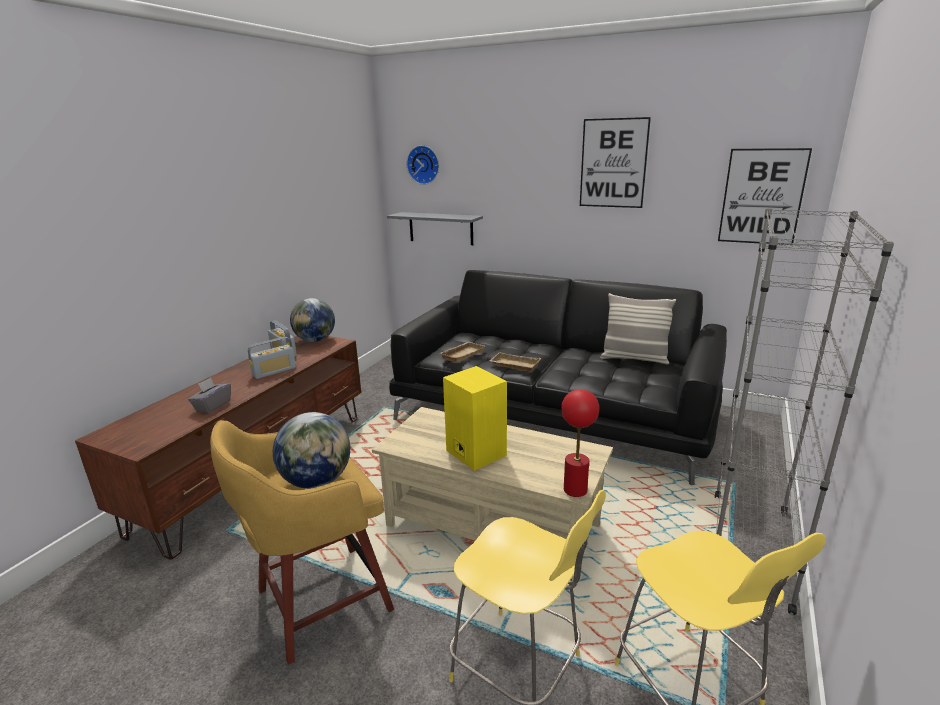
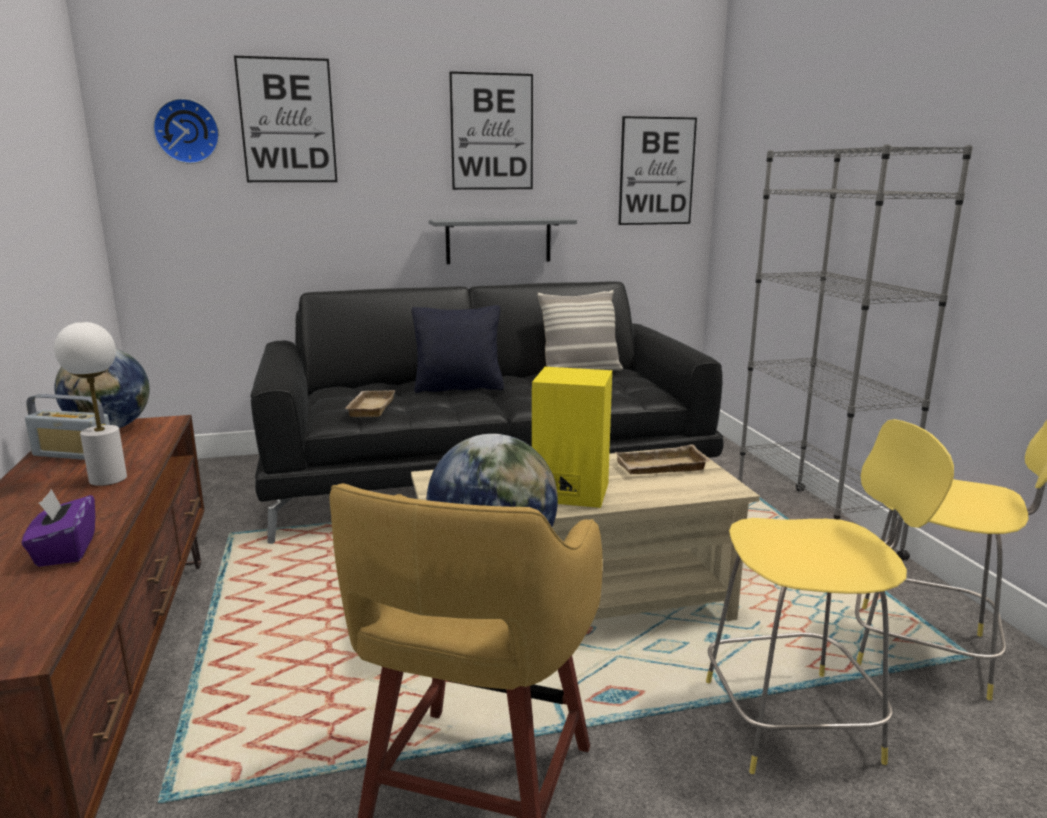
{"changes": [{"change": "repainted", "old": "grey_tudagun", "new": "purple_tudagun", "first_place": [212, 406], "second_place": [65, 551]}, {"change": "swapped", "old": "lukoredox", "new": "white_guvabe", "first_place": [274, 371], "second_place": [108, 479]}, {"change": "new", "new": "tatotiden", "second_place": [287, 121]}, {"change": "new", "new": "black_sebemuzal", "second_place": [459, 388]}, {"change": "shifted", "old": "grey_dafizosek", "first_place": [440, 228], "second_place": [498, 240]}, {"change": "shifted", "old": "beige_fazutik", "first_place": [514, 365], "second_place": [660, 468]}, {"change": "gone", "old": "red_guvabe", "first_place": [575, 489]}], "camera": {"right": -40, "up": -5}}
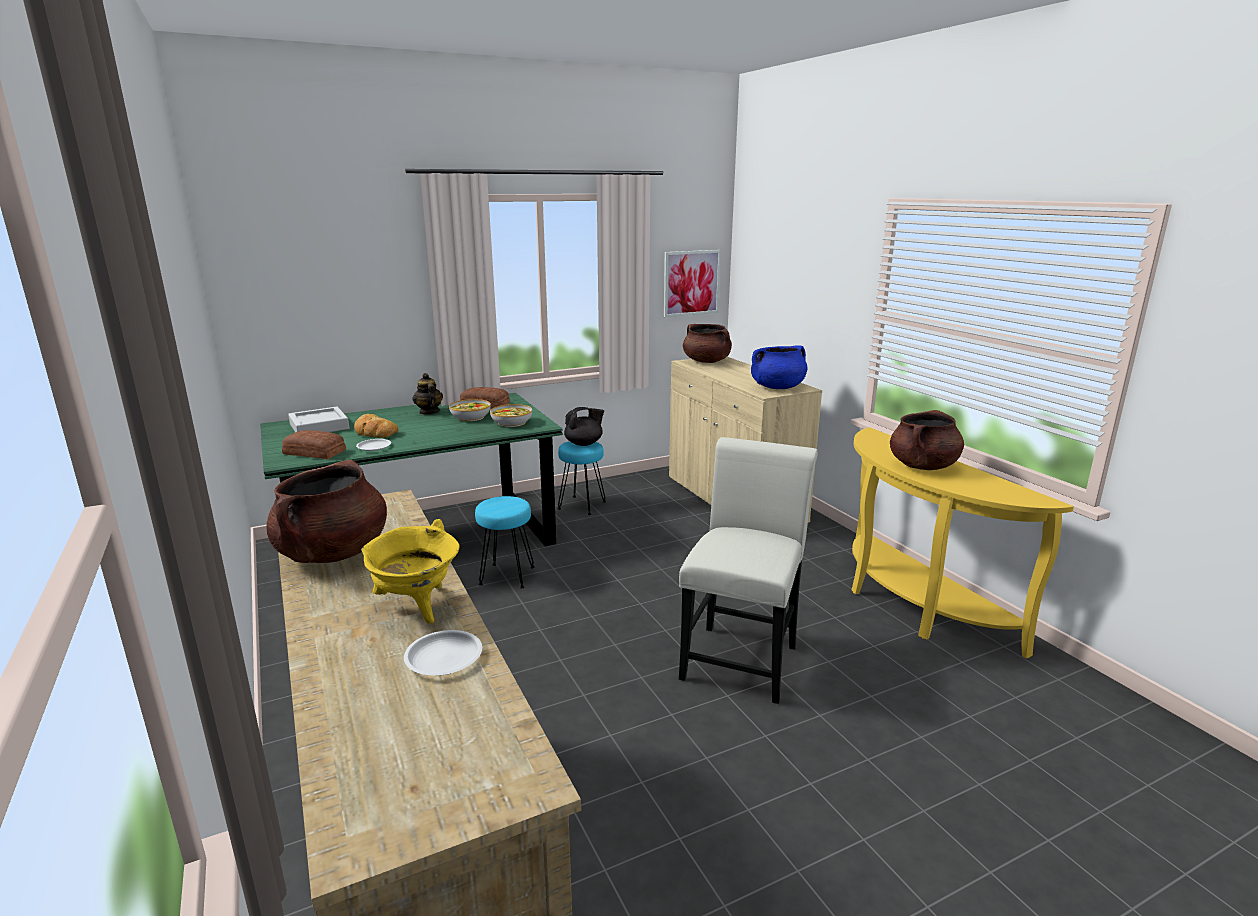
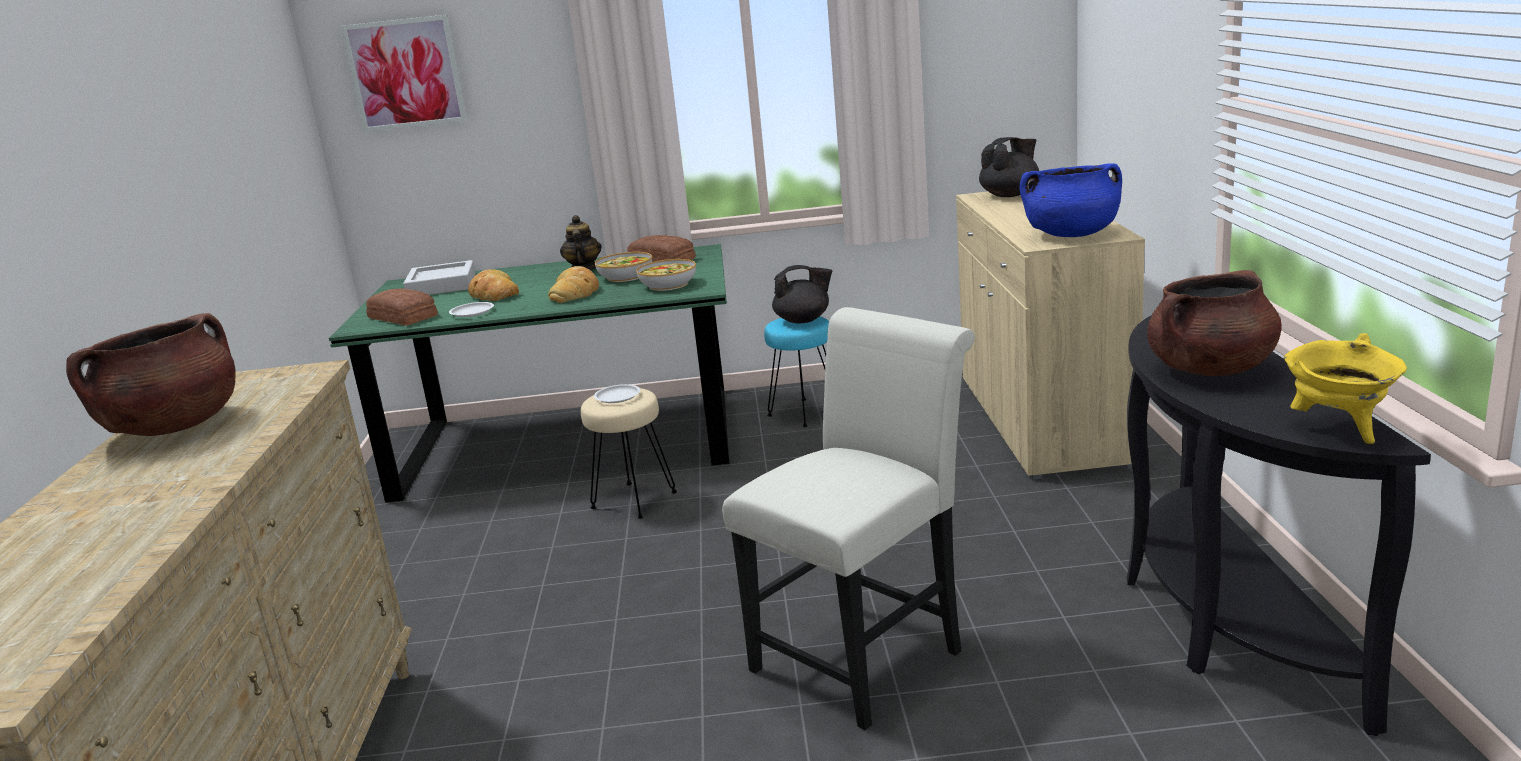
{"changes": [{"change": "shifted", "old": "tatotiden", "first_place": [691, 283], "second_place": [405, 73]}, {"change": "new", "new": "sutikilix", "second_place": [575, 292]}, {"change": "repainted", "old": "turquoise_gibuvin", "new": "beige_gibuvin", "first_place": [507, 576], "second_place": [633, 501]}, {"change": "shifted", "old": "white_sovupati", "first_place": [443, 657], "second_place": [617, 397]}, {"change": "swapped", "old": "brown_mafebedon", "new": "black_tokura", "first_place": [707, 361], "second_place": [1010, 195]}, {"change": "repainted", "old": "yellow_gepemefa", "new": "black_gepemefa", "first_place": [911, 605], "second_place": [1218, 615]}, {"change": "shifted", "old": "yellow_mafebedon", "first_place": [416, 606], "second_place": [1339, 429]}], "camera": {"right": 25, "up": 0}}
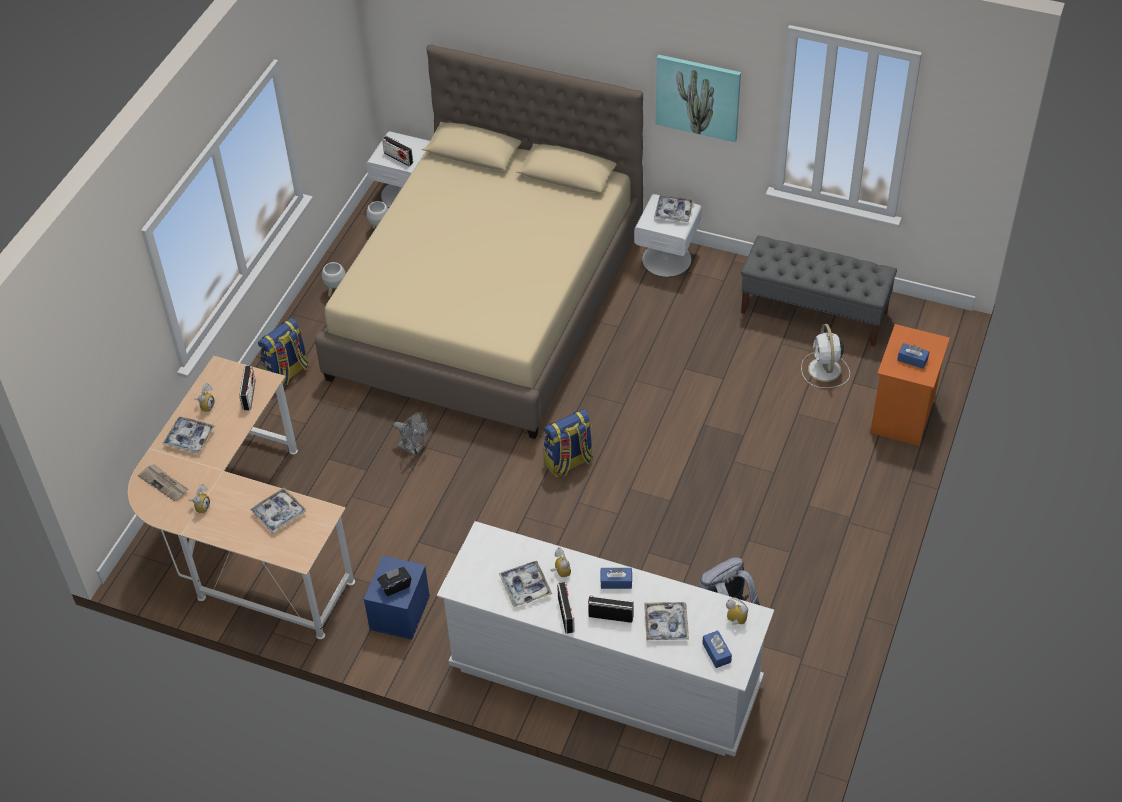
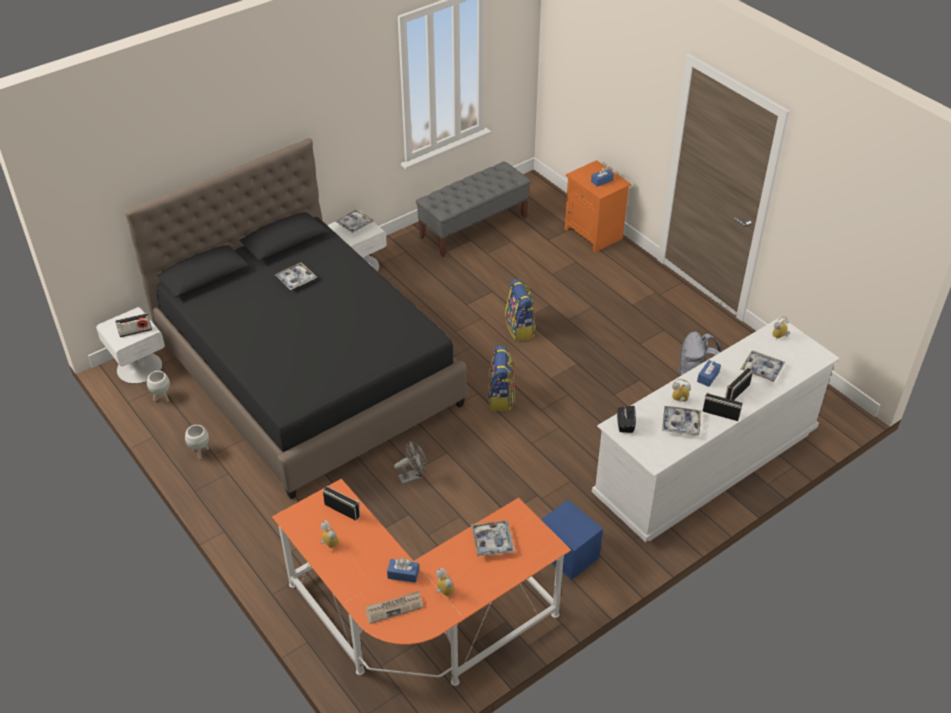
{"changes": [{"change": "repainted", "old": "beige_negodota", "new": "black_negodota", "first_place": [488, 305], "second_place": [308, 372]}, {"change": "repainted", "old": "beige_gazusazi", "new": "orange_gazusazi", "first_place": [245, 541], "second_place": [418, 625]}, {"change": "shifted", "old": "fazutik", "first_place": [189, 438], "second_place": [296, 279]}, {"change": "shifted", "old": "blue_tudagun", "first_place": [716, 653], "second_place": [403, 574]}, {"change": "shifted", "old": "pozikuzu", "first_place": [287, 373], "second_place": [520, 329]}, {"change": "shifted", "old": "black_tudagun", "first_place": [395, 586], "second_place": [625, 425]}, {"change": "gone", "old": "tatotiden", "first_place": [698, 97]}, {"change": "gone", "old": "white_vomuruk", "first_place": [824, 371]}], "camera": {"right": -60, "up": -5}}
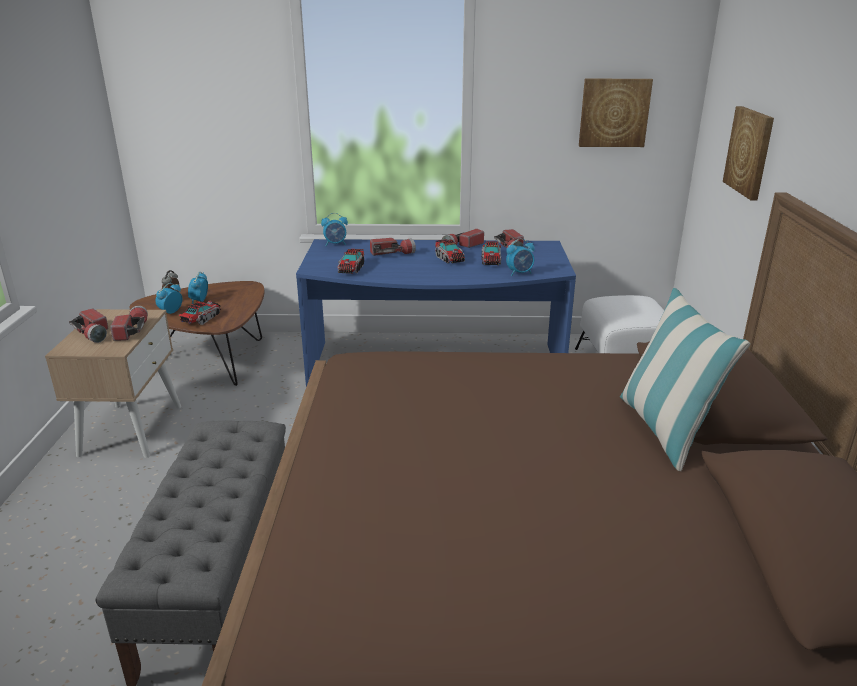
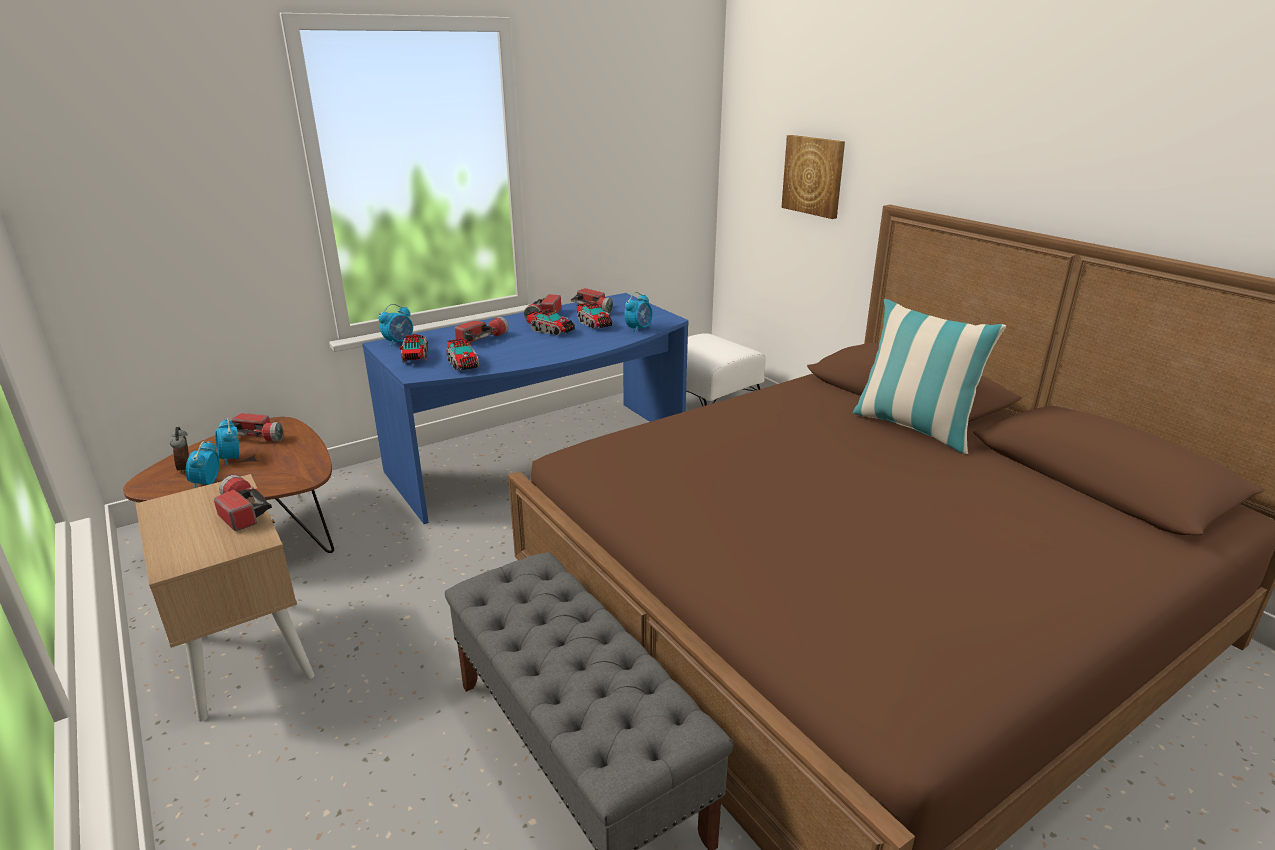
{"changes": [{"change": "shifted", "old": "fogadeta", "first_place": [93, 333], "second_place": [259, 436]}, {"change": "shifted", "old": "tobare", "first_place": [202, 319], "second_place": [415, 357]}, {"change": "gone", "old": "tatotiden", "first_place": [614, 112]}], "camera": {"right": -35, "up": 0}}
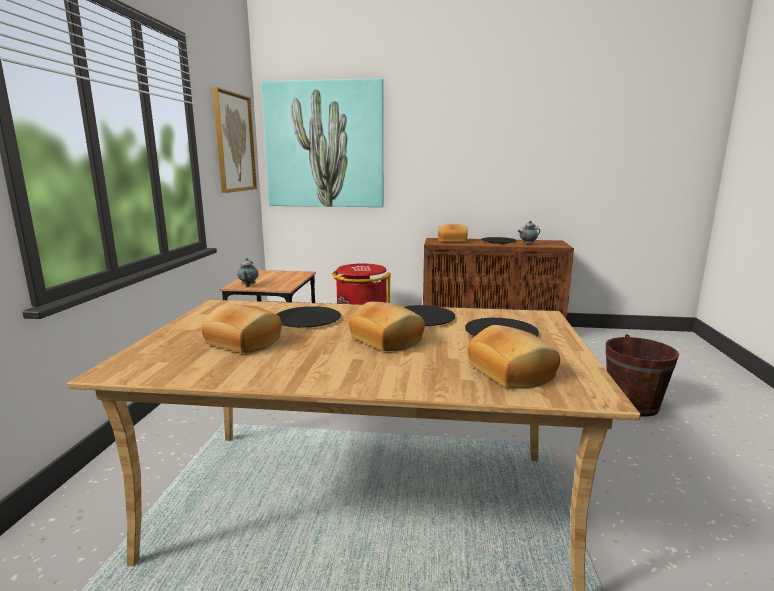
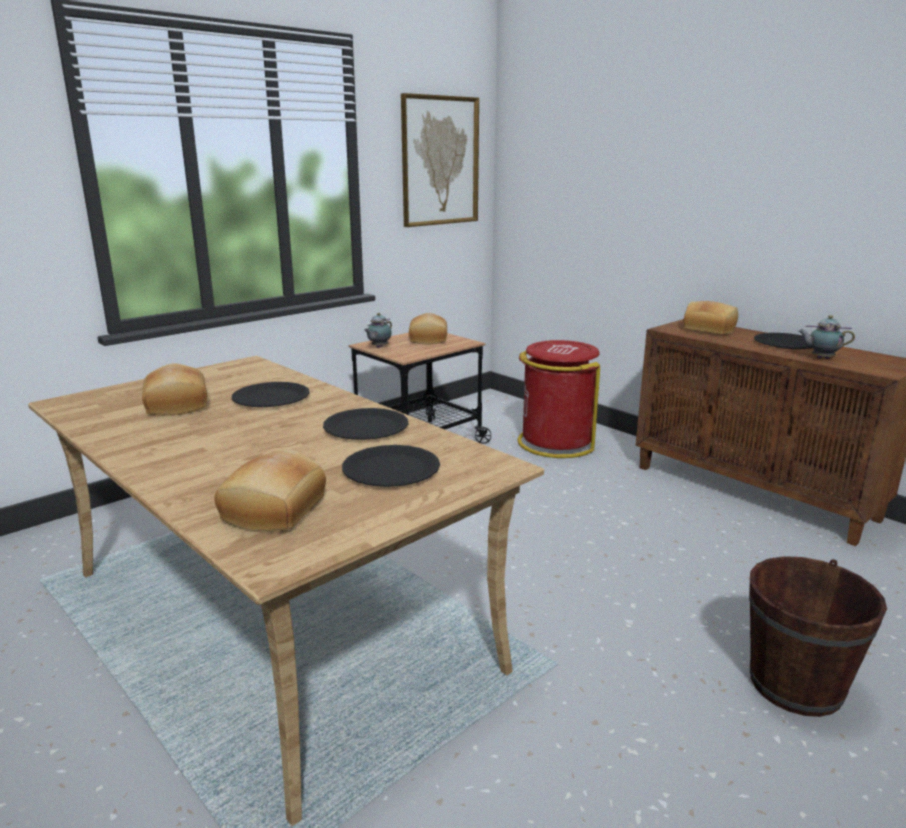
{"changes": [{"change": "shifted", "old": "sutikilix", "first_place": [388, 339], "second_place": [429, 339]}, {"change": "gone", "old": "tatotiden", "first_place": [324, 145]}], "camera": {"right": 40, "up": 5}}
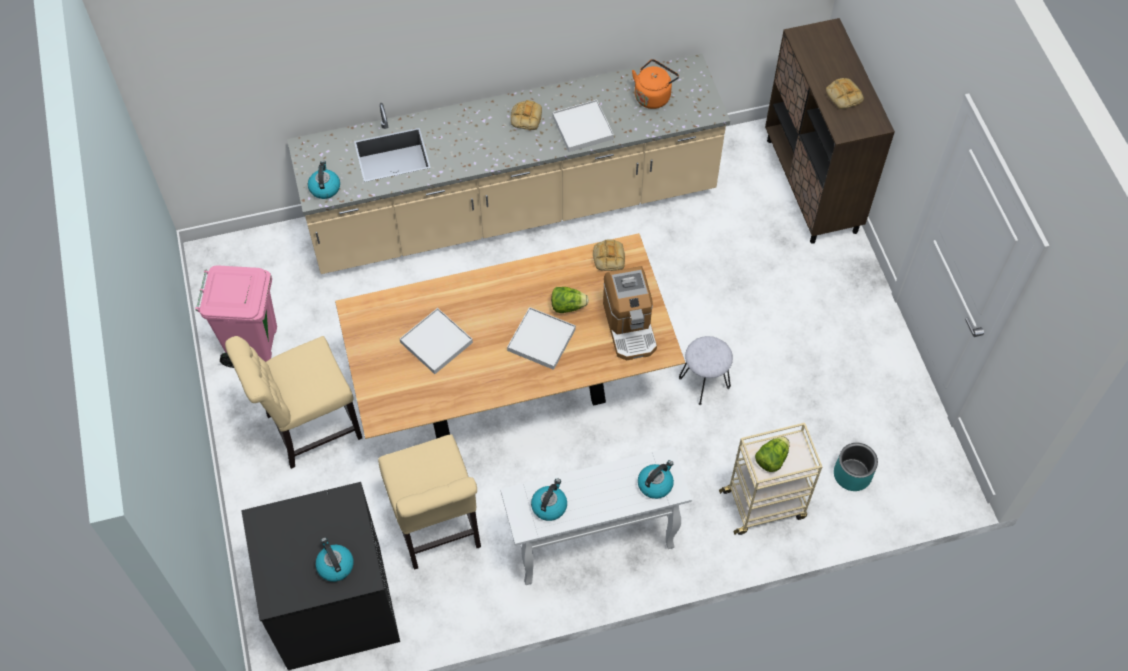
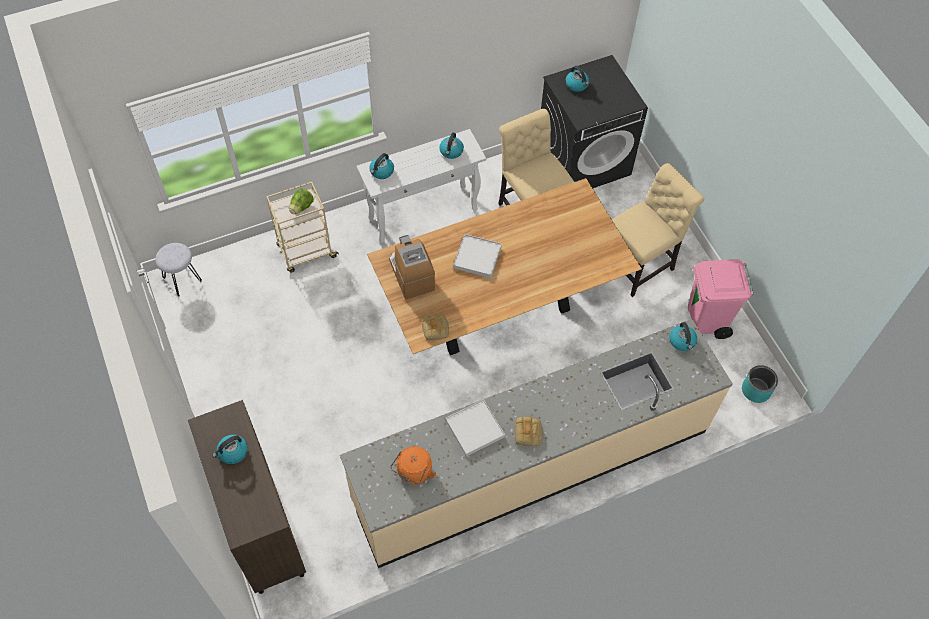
{"changes": [{"change": "shifted", "old": "grey_gibuvin", "first_place": [704, 383], "second_place": [182, 279]}, {"change": "swapped", "old": "sutikilix", "new": "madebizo", "first_place": [843, 96], "second_place": [232, 452]}, {"change": "shifted", "old": "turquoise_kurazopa", "first_place": [852, 474], "second_place": [756, 390]}, {"change": "gone", "old": "white_fazutik", "first_place": [436, 342]}, {"change": "gone", "old": "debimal", "first_place": [568, 306]}], "camera": {"right": 170, "up": 0}}
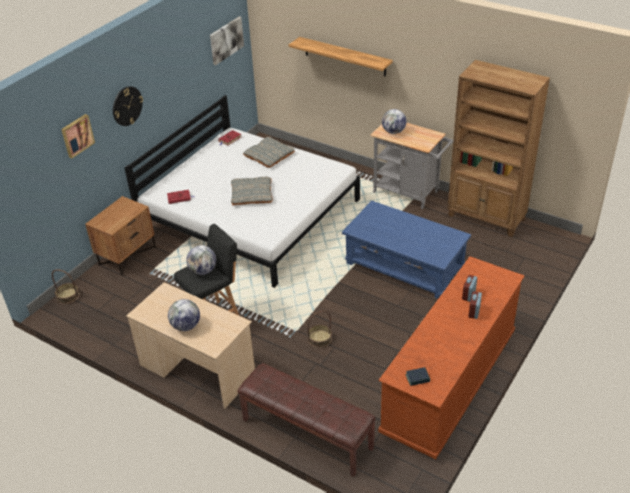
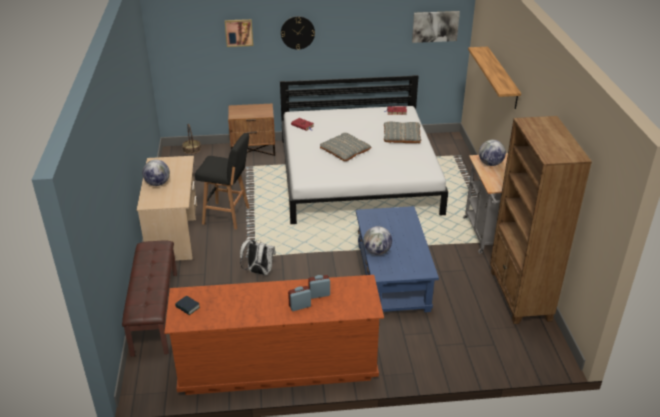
{"changes": [{"change": "swapped", "old": "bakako", "new": "white_pozikuzu", "first_place": [319, 338], "second_place": [258, 272]}, {"change": "shifted", "old": "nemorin", "first_place": [203, 271], "second_place": [377, 252]}], "camera": {"right": 50, "up": -5}}
